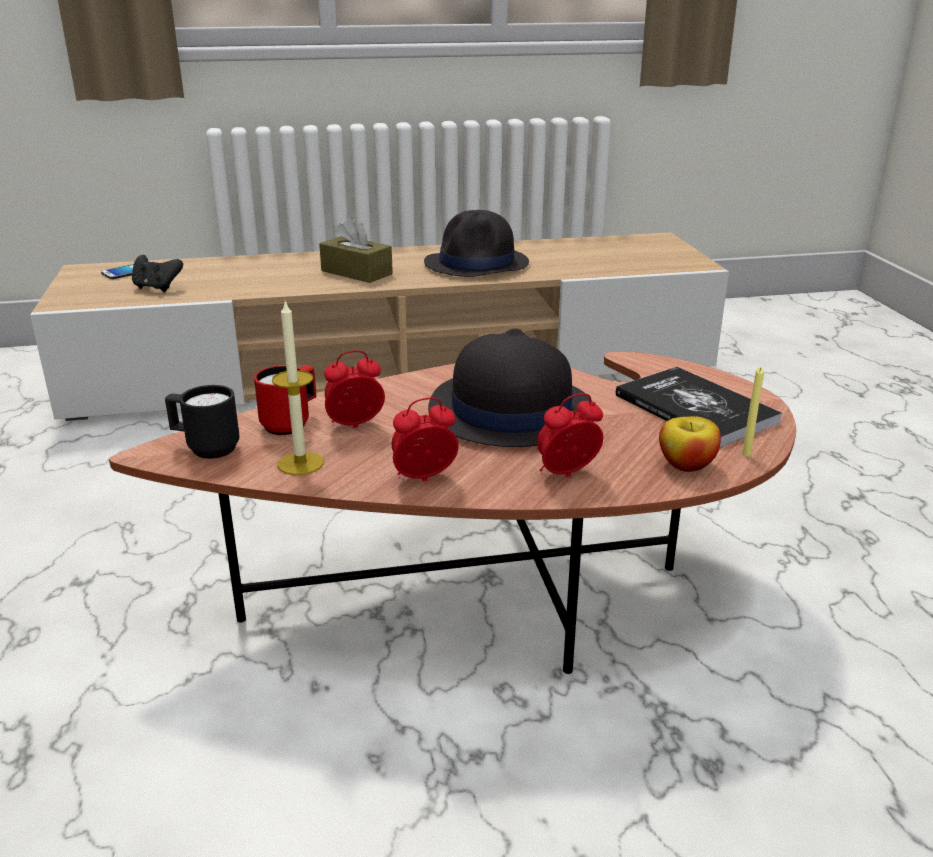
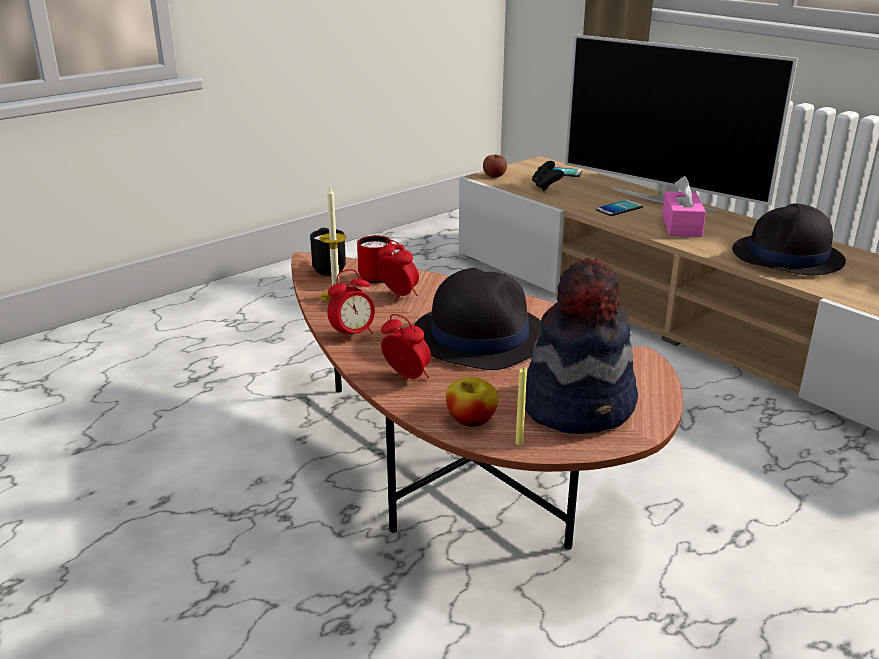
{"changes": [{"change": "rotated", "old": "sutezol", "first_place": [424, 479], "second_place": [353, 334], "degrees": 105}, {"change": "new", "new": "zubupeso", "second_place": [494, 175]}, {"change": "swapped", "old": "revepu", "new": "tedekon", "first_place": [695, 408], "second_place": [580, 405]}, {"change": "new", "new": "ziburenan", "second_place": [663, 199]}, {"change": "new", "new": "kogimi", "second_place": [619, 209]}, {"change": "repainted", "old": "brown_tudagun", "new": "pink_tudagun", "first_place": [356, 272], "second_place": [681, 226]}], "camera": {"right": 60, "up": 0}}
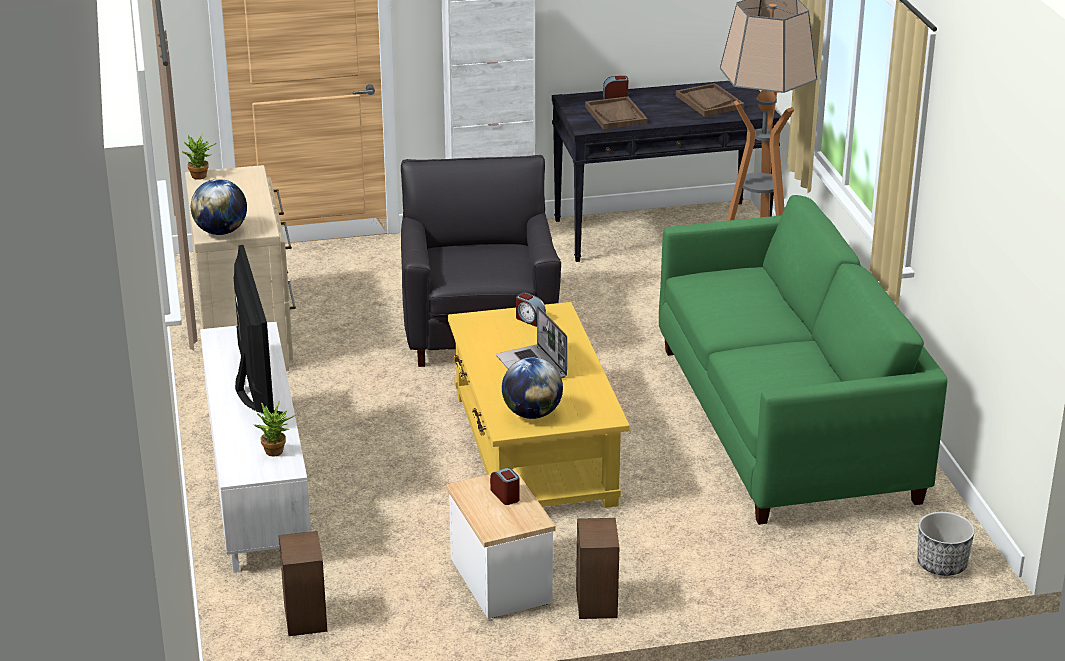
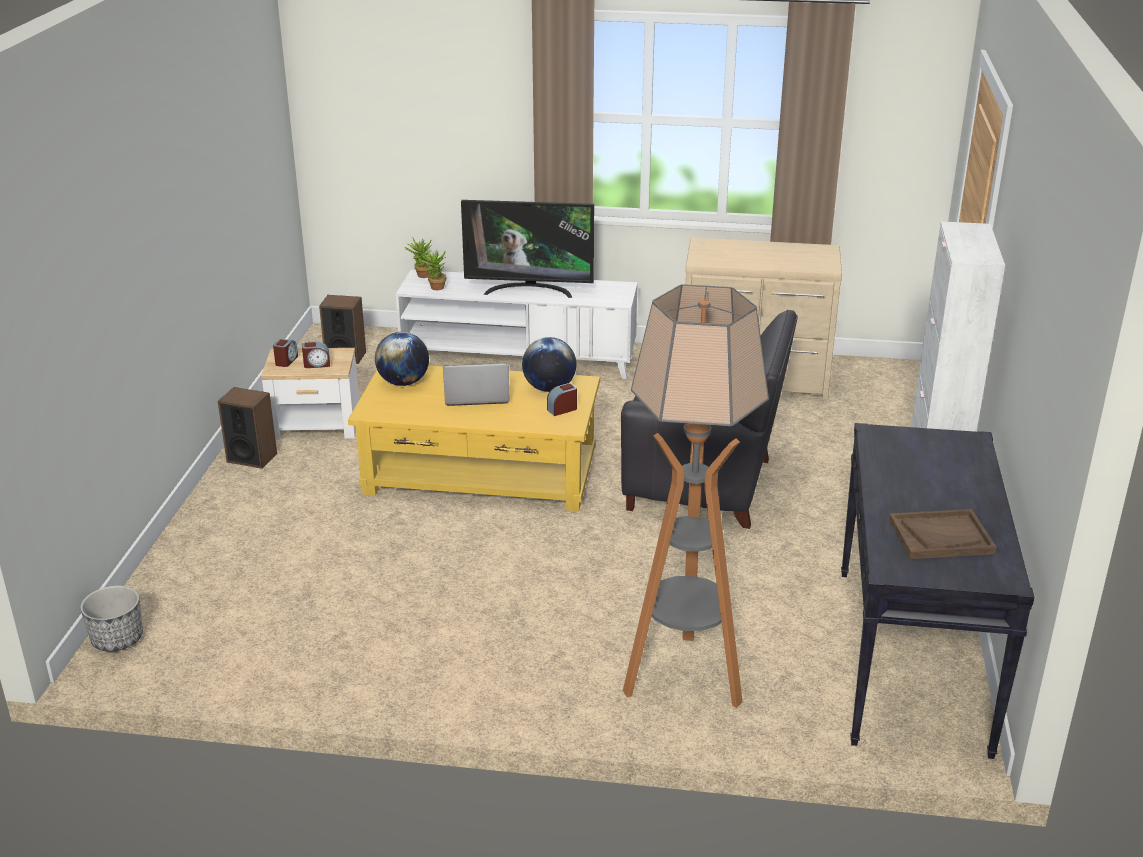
{"changes": [{"change": "shifted", "old": "sutezol", "first_place": [615, 97], "second_place": [286, 361]}, {"change": "shifted", "old": "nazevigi", "first_place": [201, 177], "second_place": [421, 276]}, {"change": "shifted", "old": "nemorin", "first_place": [221, 232], "second_place": [549, 388]}, {"change": "gone", "old": "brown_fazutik", "first_place": [616, 115]}, {"change": "gone", "old": "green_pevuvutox", "first_place": [786, 423]}], "camera": {"right": 110, "up": 0}}
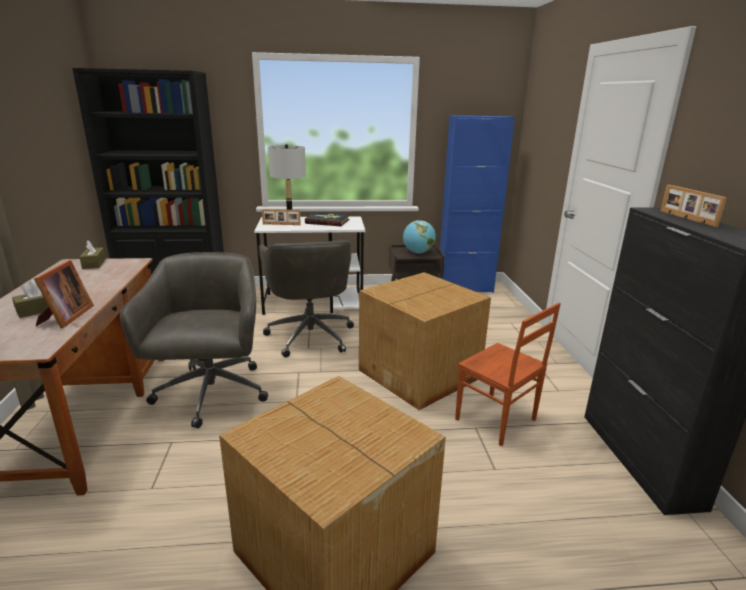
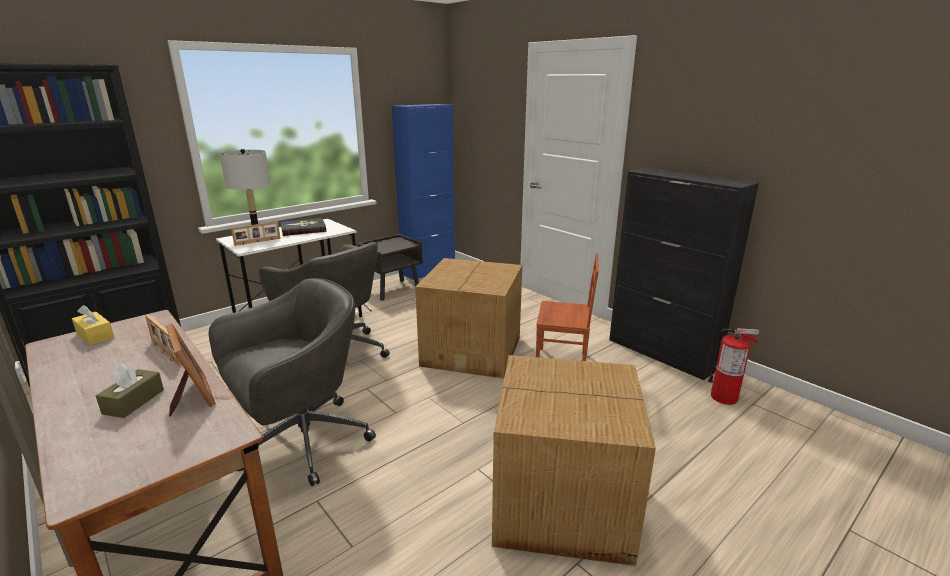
{"changes": [{"change": "repainted", "old": "brown_tudagun", "new": "yellow_tudagun", "first_place": [94, 264], "second_place": [95, 335]}, {"change": "shifted", "old": "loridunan", "first_place": [686, 218], "second_place": [165, 352]}, {"change": "rotated", "old": "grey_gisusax", "first_place": [211, 395], "second_place": [301, 442], "degrees": 90}, {"change": "new", "new": "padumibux", "second_place": [724, 397]}, {"change": "gone", "old": "nemorin", "first_place": [418, 252]}], "camera": {"right": -35, "up": 0}}
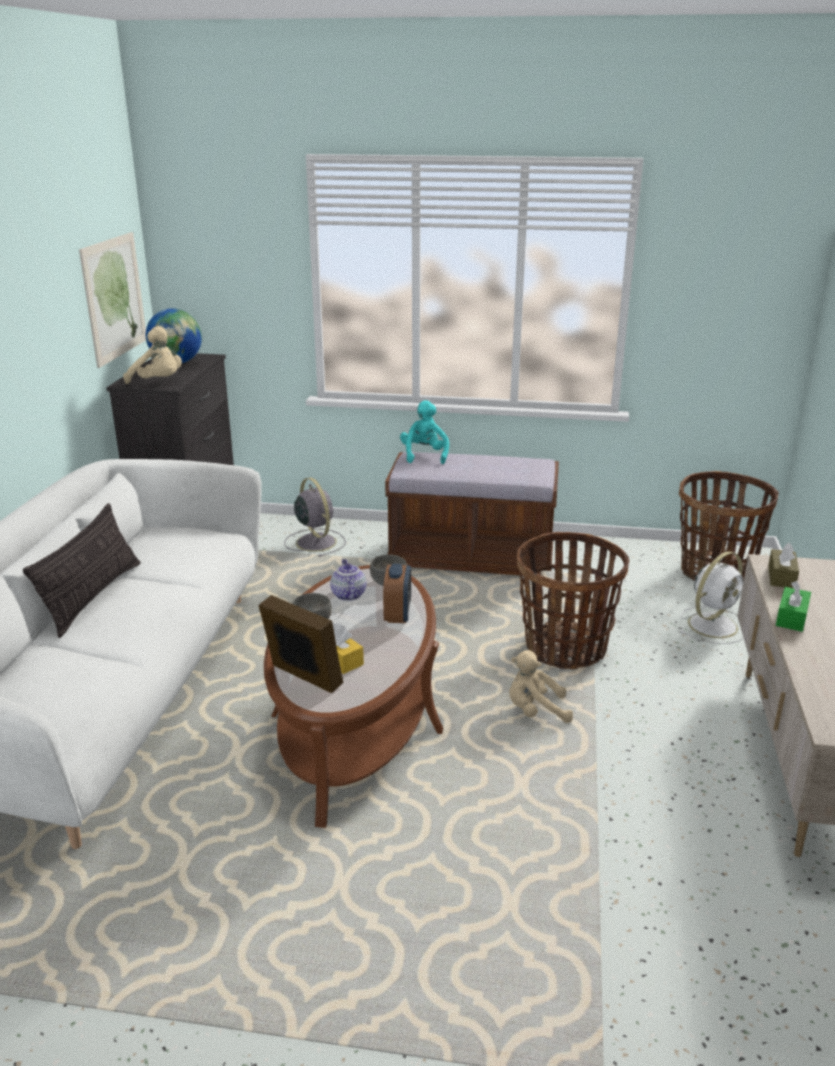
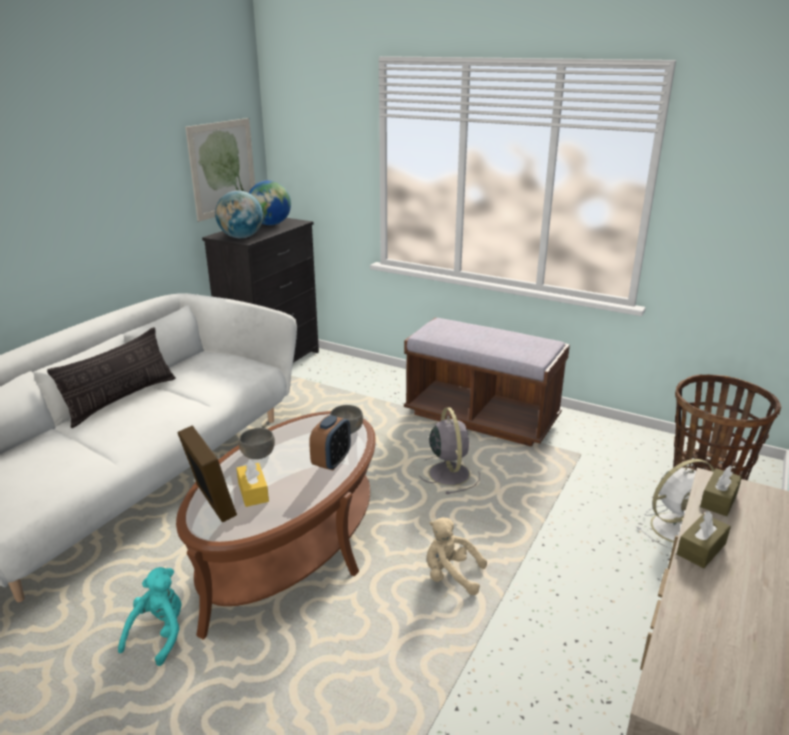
{"changes": [{"change": "shifted", "old": "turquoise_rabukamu", "first_place": [424, 455], "second_place": [159, 634]}, {"change": "swapped", "old": "beige_rabukamu", "new": "nemorin", "first_place": [158, 382], "second_place": [241, 237]}, {"change": "shifted", "old": "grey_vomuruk", "first_place": [315, 542], "second_place": [448, 473]}, {"change": "repainted", "old": "green_tudagun", "new": "brown_tudagun", "first_place": [791, 617], "second_place": [701, 549]}, {"change": "gone", "old": "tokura", "first_place": [348, 594]}, {"change": "gone", "old": "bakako", "first_place": [565, 648]}], "camera": {"right": 20, "up": 0}}
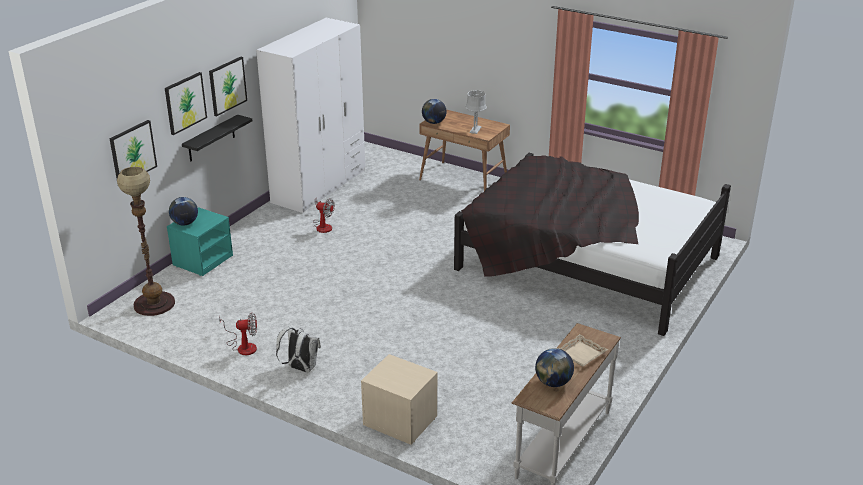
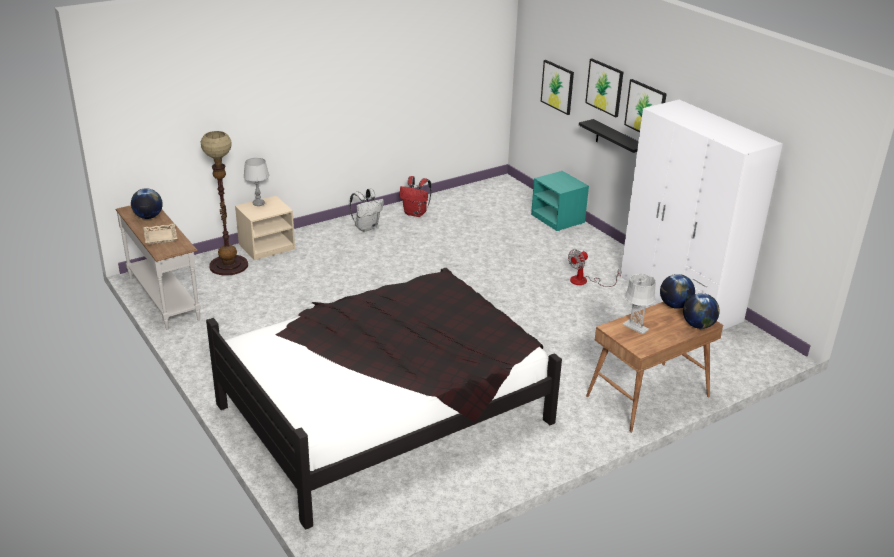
{"changes": [{"change": "shifted", "old": "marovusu", "first_place": [154, 304], "second_place": [229, 265]}, {"change": "new", "new": "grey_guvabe", "second_place": [258, 204]}, {"change": "swapped", "old": "vomuruk", "new": "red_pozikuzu", "first_place": [243, 346], "second_place": [416, 213]}, {"change": "shifted", "old": "nemorin", "first_place": [185, 223], "second_place": [698, 325]}], "camera": {"right": 115, "up": 0}}
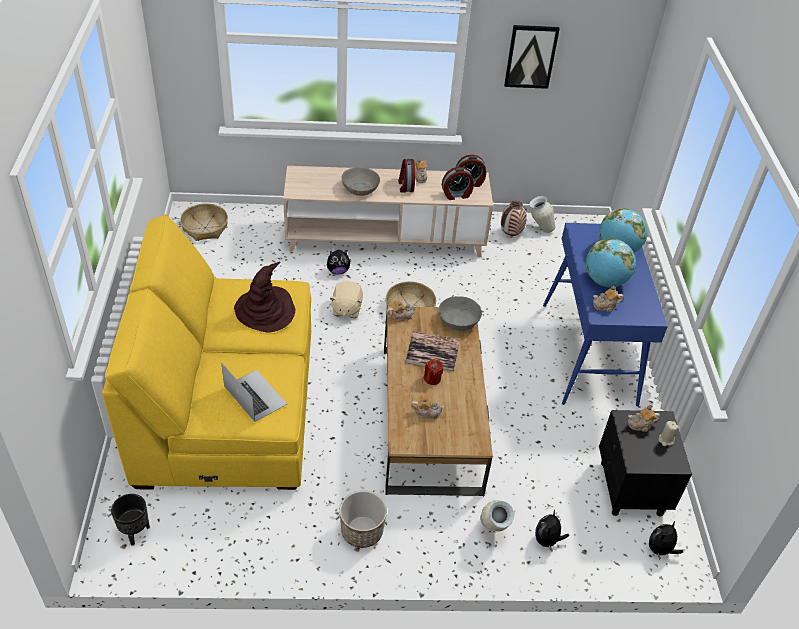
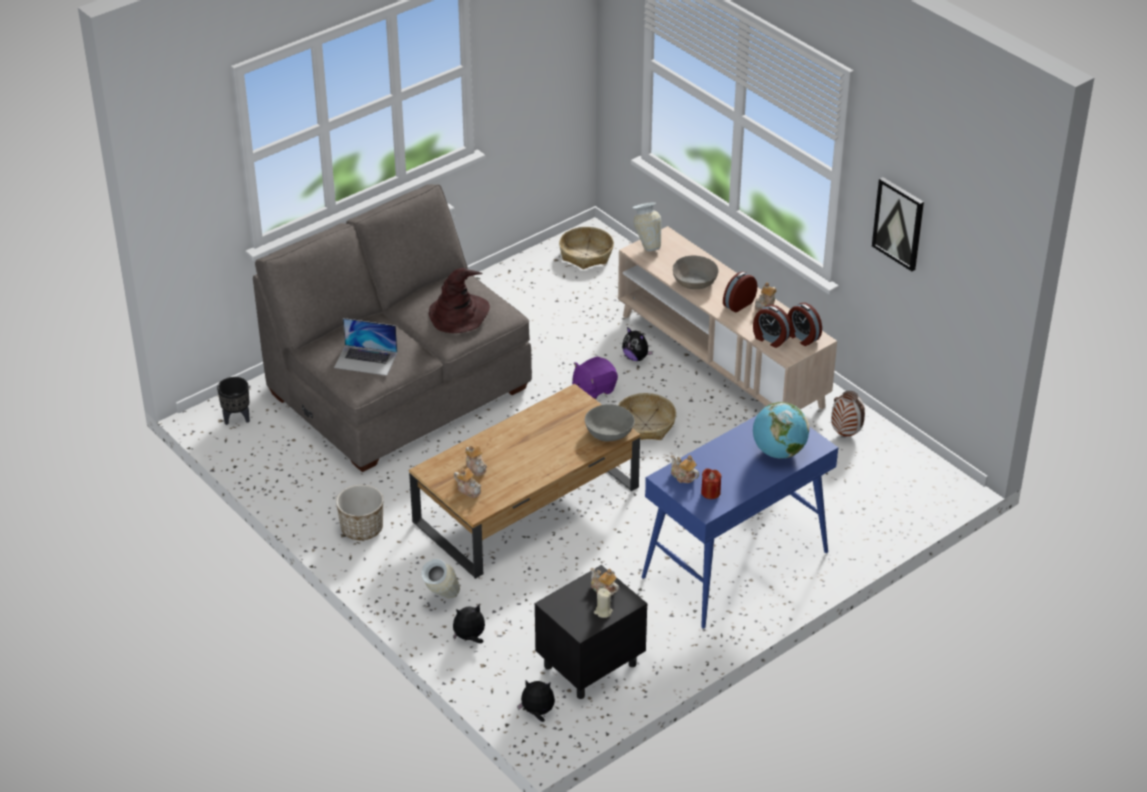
{"changes": [{"change": "repainted", "old": "yellow_pevuvutox", "new": "grey_pevuvutox", "first_place": [228, 408], "second_place": [400, 391]}, {"change": "rotated", "old": "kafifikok", "first_place": [255, 395], "second_place": [366, 360], "degrees": 90}, {"change": "shifted", "old": "tokura", "first_place": [401, 316], "second_place": [468, 490]}, {"change": "repainted", "old": "beige_rabukamu", "new": "purple_rabukamu", "first_place": [346, 309], "second_place": [594, 389]}, {"change": "shifted", "old": "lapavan", "first_place": [538, 229], "second_place": [647, 244]}, {"change": "shifted", "old": "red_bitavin", "first_place": [432, 378], "second_place": [710, 492]}, {"change": "gone", "old": "revepu", "first_place": [433, 351]}, {"change": "gone", "old": "nemorin", "first_place": [605, 281]}], "camera": {"right": 55, "up": -5}}
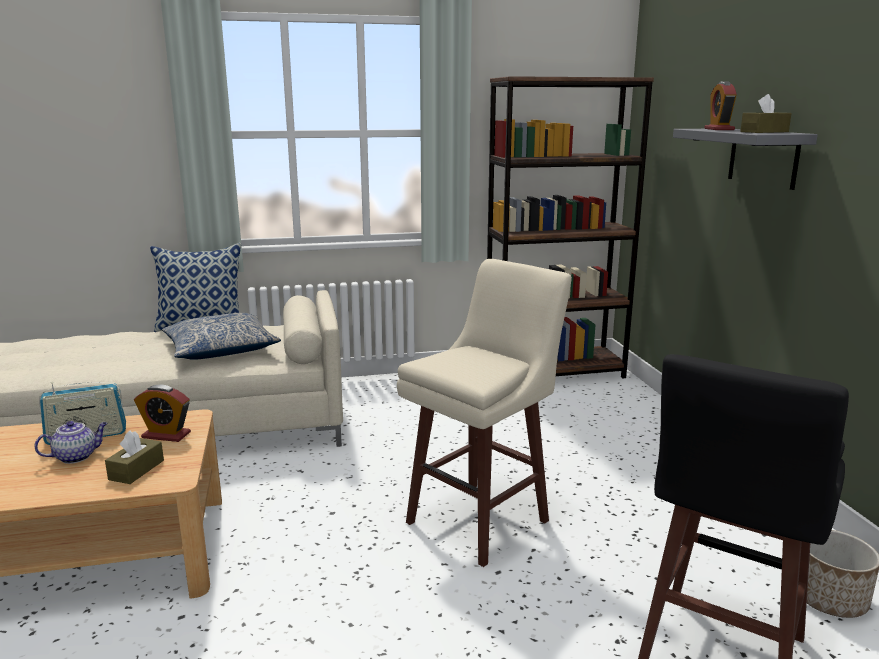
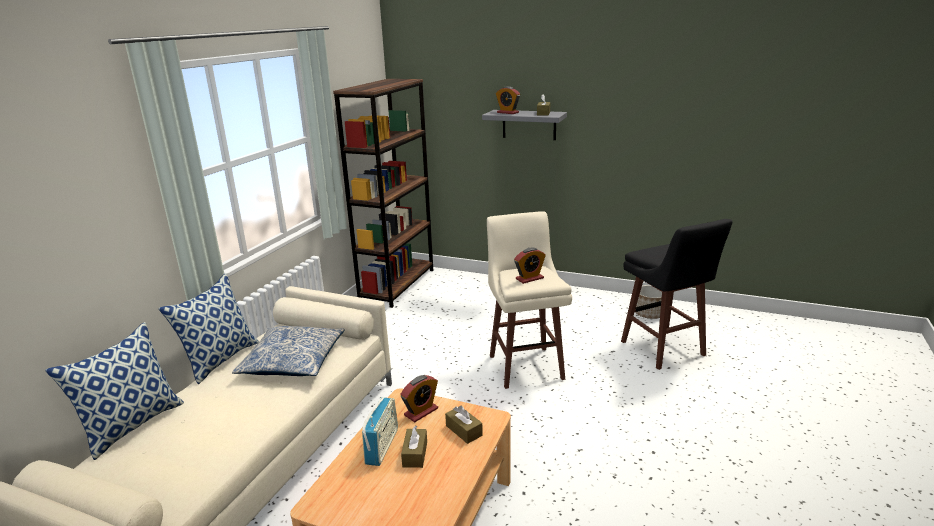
{"changes": [{"change": "new", "new": "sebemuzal", "second_place": [132, 425]}, {"change": "swapped", "old": "tokura", "new": "brown_tudagun", "first_place": [76, 456], "second_place": [415, 454]}, {"change": "new", "new": "sutezol", "second_place": [529, 278]}], "camera": {"right": -55, "up": 5}}
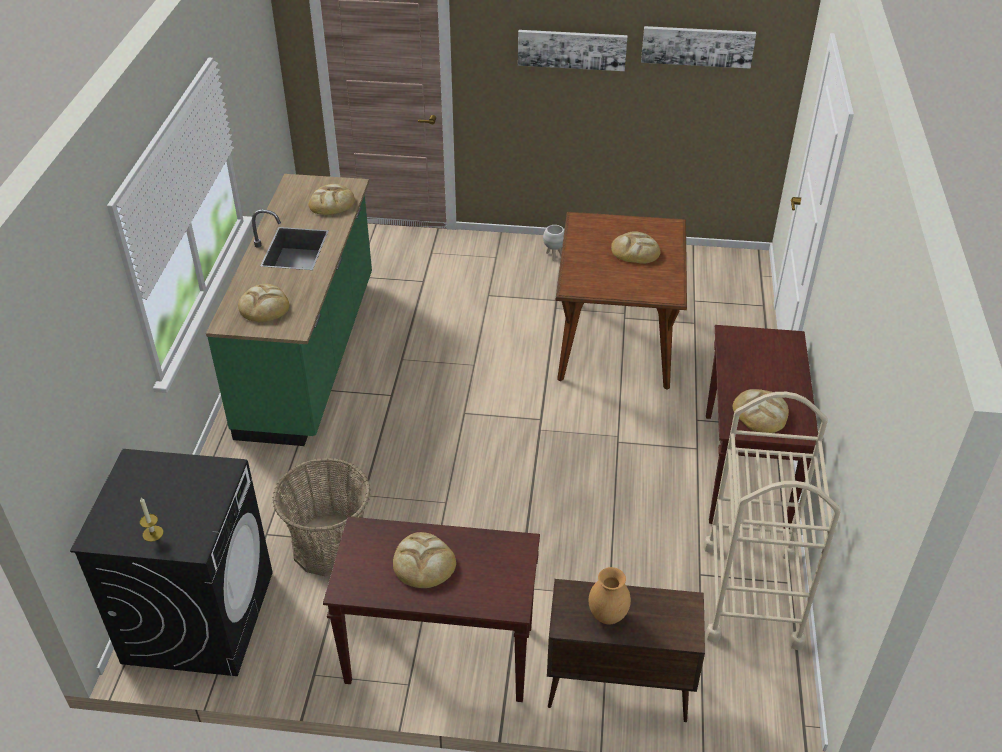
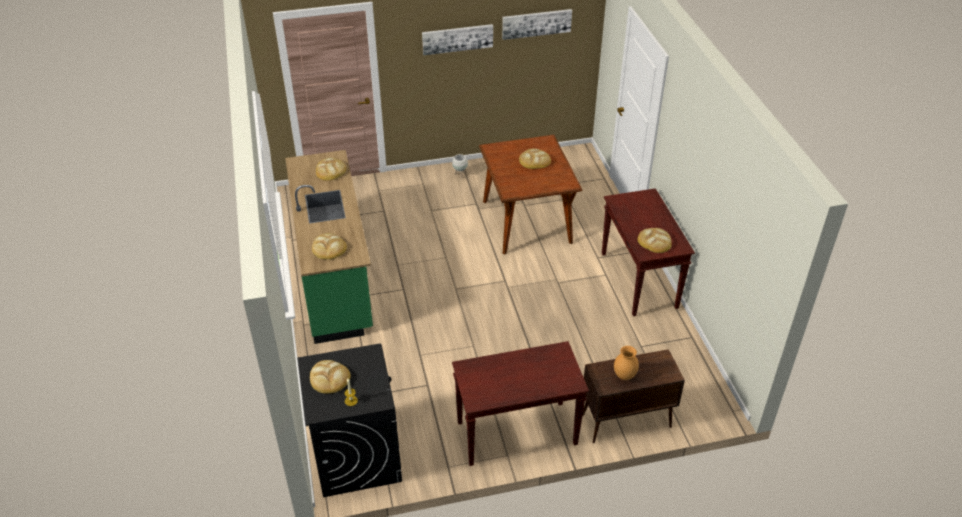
{"changes": [{"change": "shifted", "old": "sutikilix", "first_place": [423, 563], "second_place": [329, 378]}, {"change": "gone", "old": "bakako", "first_place": [329, 545]}, {"change": "gone", "old": "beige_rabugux", "first_place": [752, 594]}], "camera": {"right": -20, "up": 0}}
